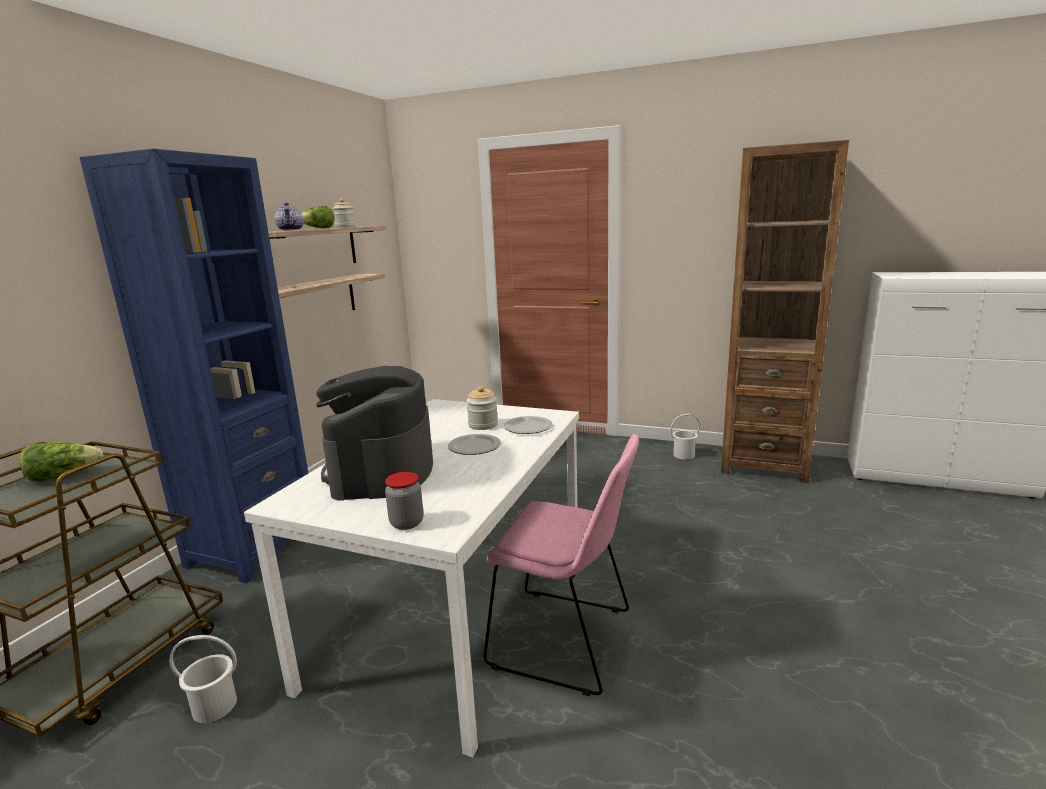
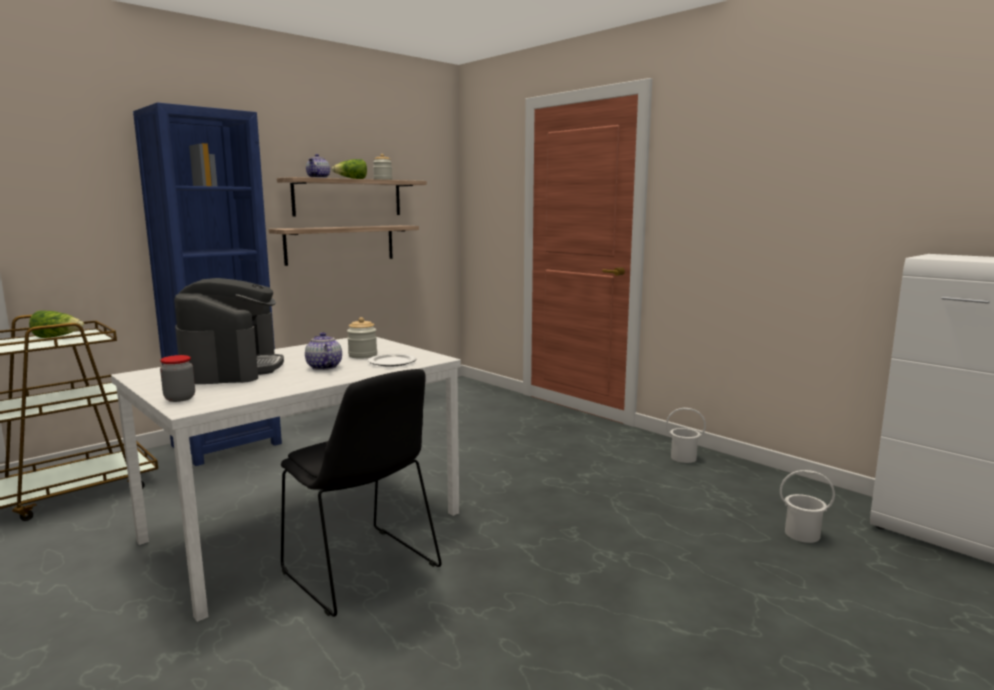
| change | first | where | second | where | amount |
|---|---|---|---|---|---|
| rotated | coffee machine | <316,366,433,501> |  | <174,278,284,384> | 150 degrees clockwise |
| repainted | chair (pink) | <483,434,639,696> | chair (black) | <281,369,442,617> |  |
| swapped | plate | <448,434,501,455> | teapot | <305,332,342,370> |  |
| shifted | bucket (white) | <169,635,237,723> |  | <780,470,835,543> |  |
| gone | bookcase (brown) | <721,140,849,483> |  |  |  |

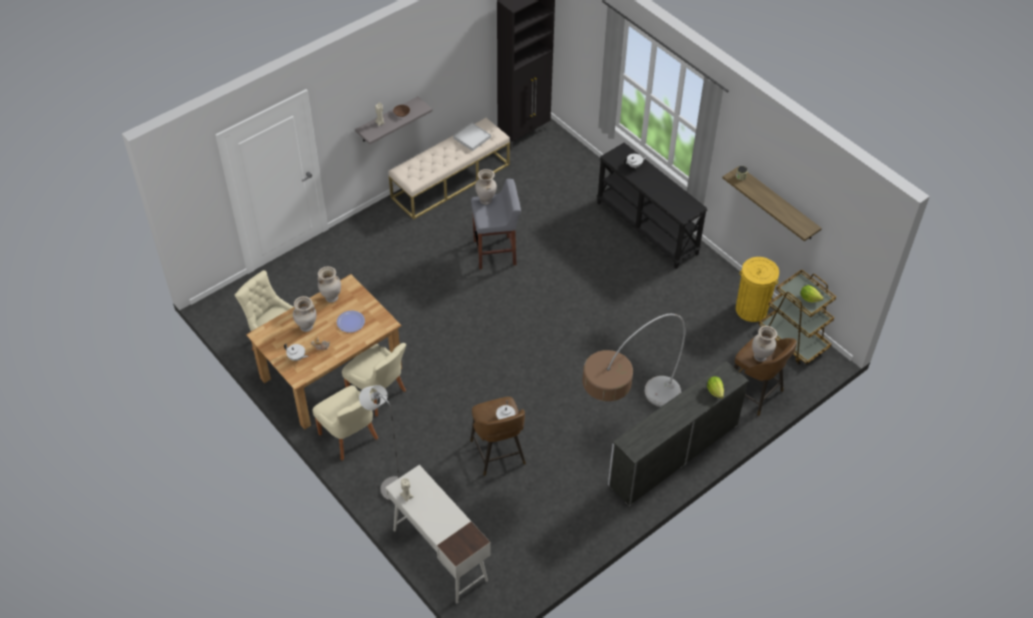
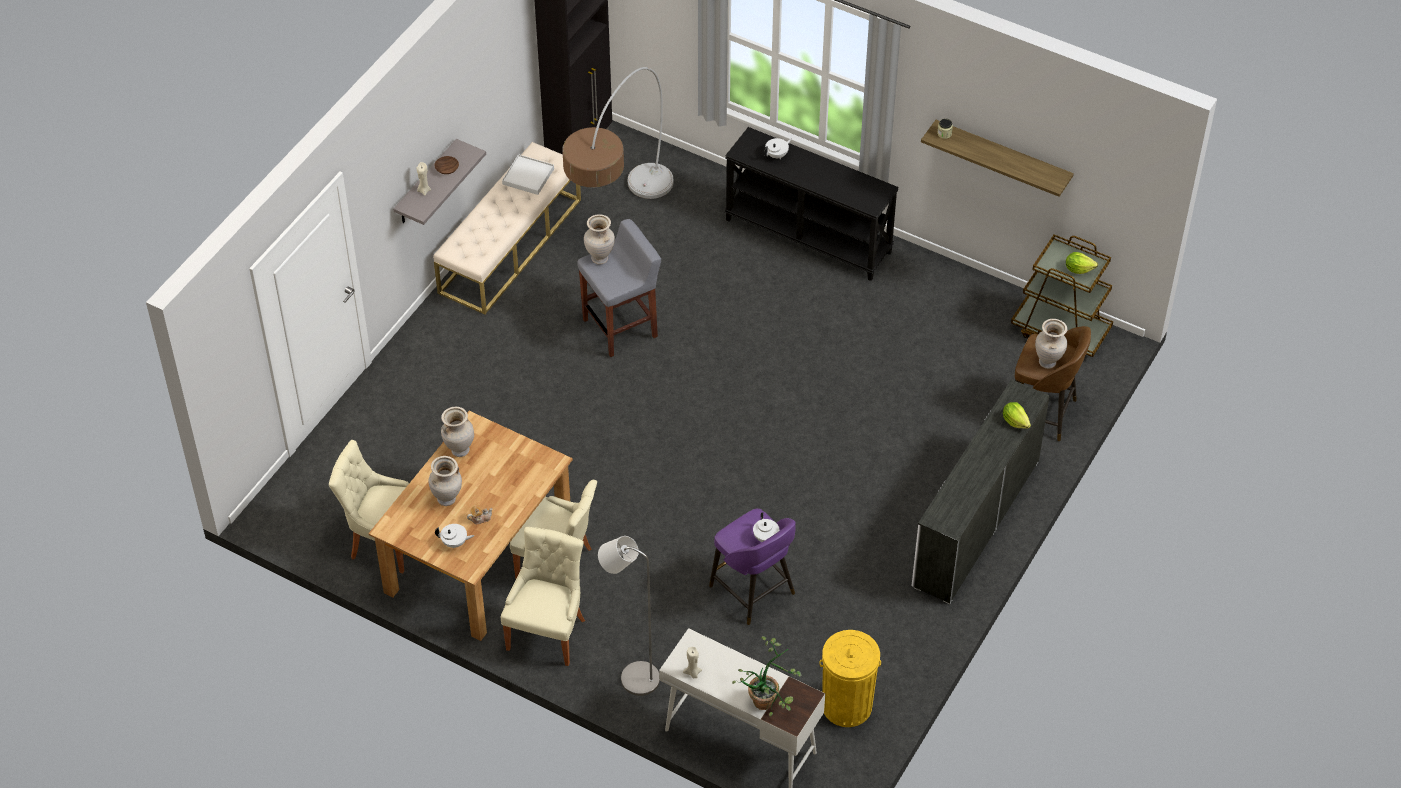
| change | first | where | second | where | amount |
|---|---|---|---|---|---|
| rotated | chair (beige) | <313,385,378,460> |  | <501,527,585,666> | 105 degrees counterclockwise |
| shifted | floor lamp | <583,314,686,407> |  | <562,67,674,199> |  |
| repainted | stool (brown) | <470,397,526,476> | stool (purple) | <709,508,796,625> |  |
| new |  |  | potted plant | <732,636,801,716> |  |
| shifted | trash can (yellow) | <736,257,779,322> |  | <819,630,881,727> |  |
| gone | plate | <337,310,365,333> |  |  |  |

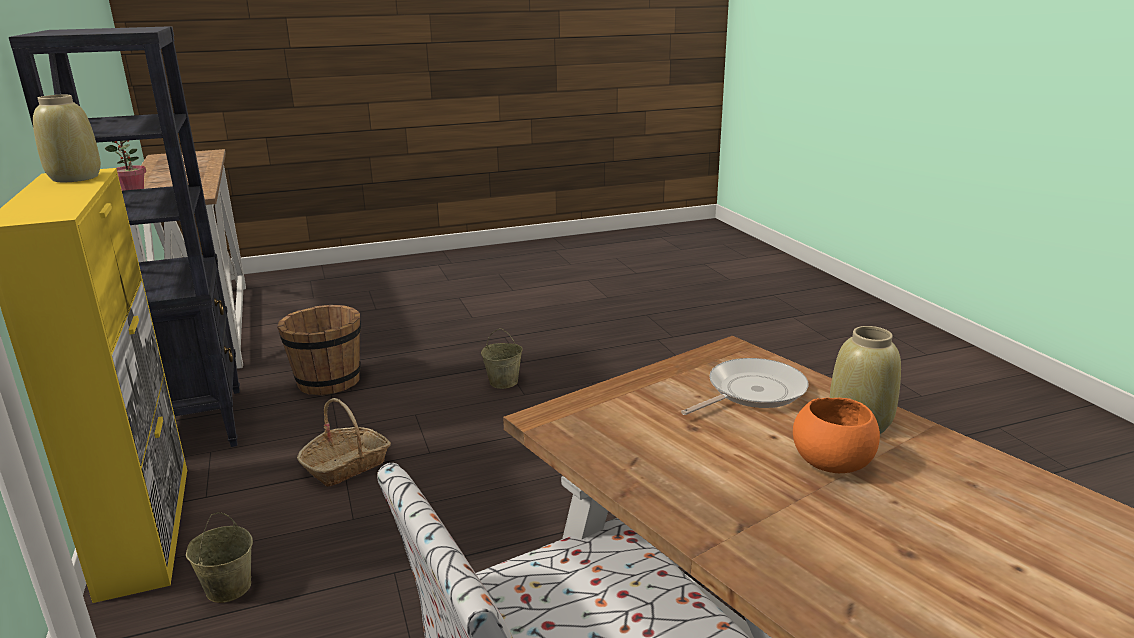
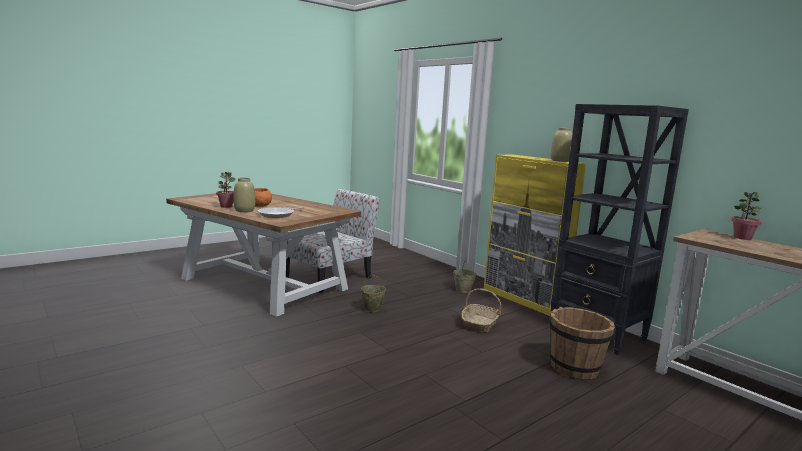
| change | first | where | second | where | amount |
|---|---|---|---|---|---|
| new |  |  | potted plant | <216,172,236,208> |  |
| shifted | bucket (beige) | <481,328,522,389> |  | <361,275,386,312> |  |

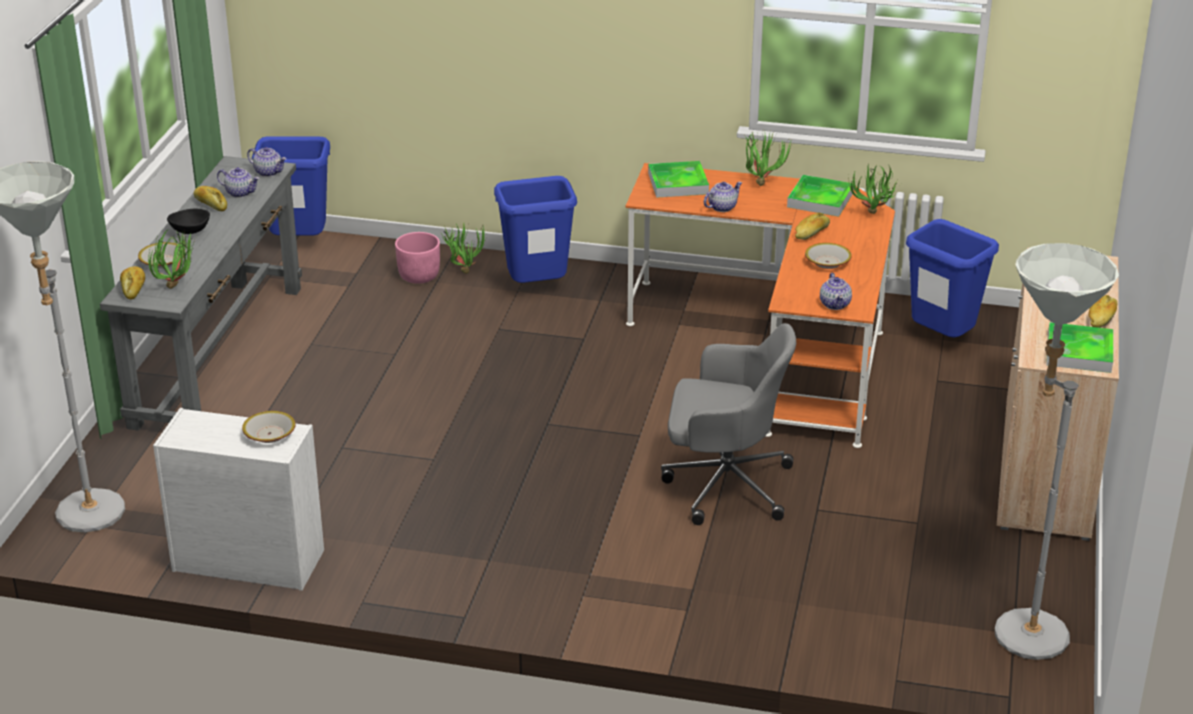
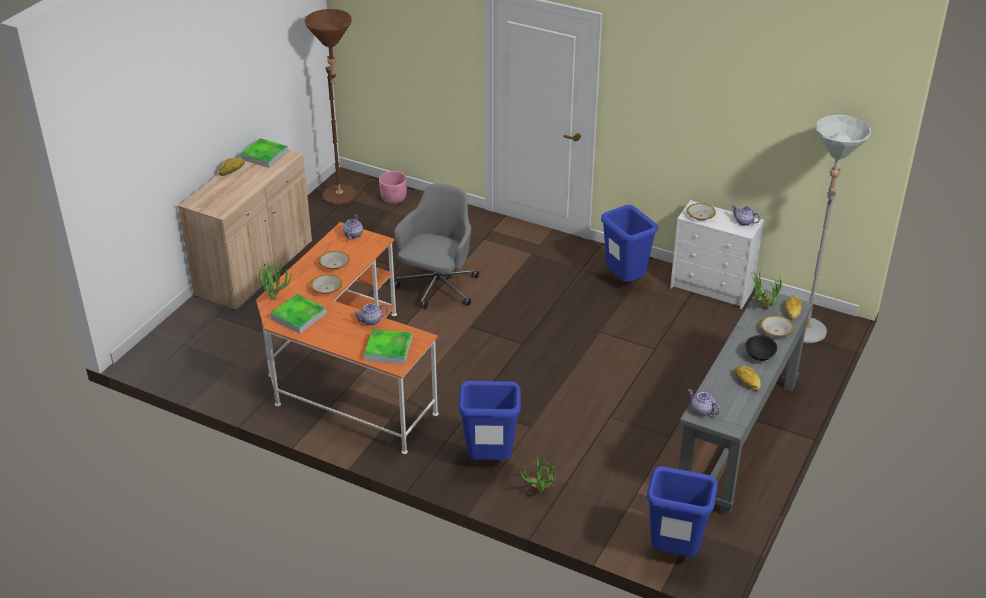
| change | first | where | second | where | amount |
|---|---|---|---|---|---|
| repainted | floor lamp (grey) | <995,243,1119,660> | floor lamp (brown) | <305,9,357,205> |  |
| swapped | bread | <795,213,830,240> | bowl | <311,274,342,294> |  |
| shifted | planter (pink) | <395,232,440,284> |  | <379,171,407,204> |  |
| rotated | office chair (grey) | <661,323,796,525> |  | <394,183,479,309> | 90 degrees clockwise |
| shifted | trash can (blue) | <906,219,999,337> |  | <601,205,658,282> |  |
| shifted | teapot | <217,167,260,198> |  | <732,205,760,226> |  |
| gone | potted plant | <745,131,792,186> |  |  |  |

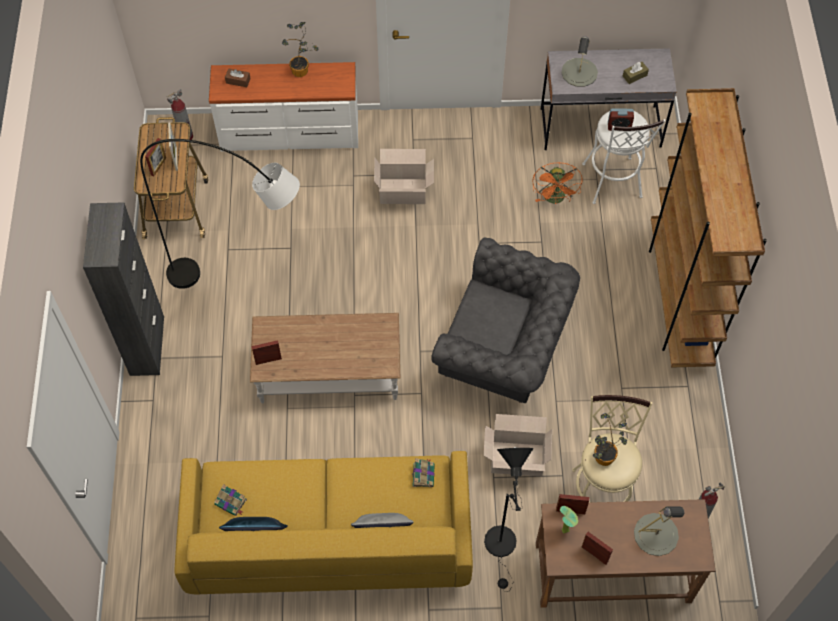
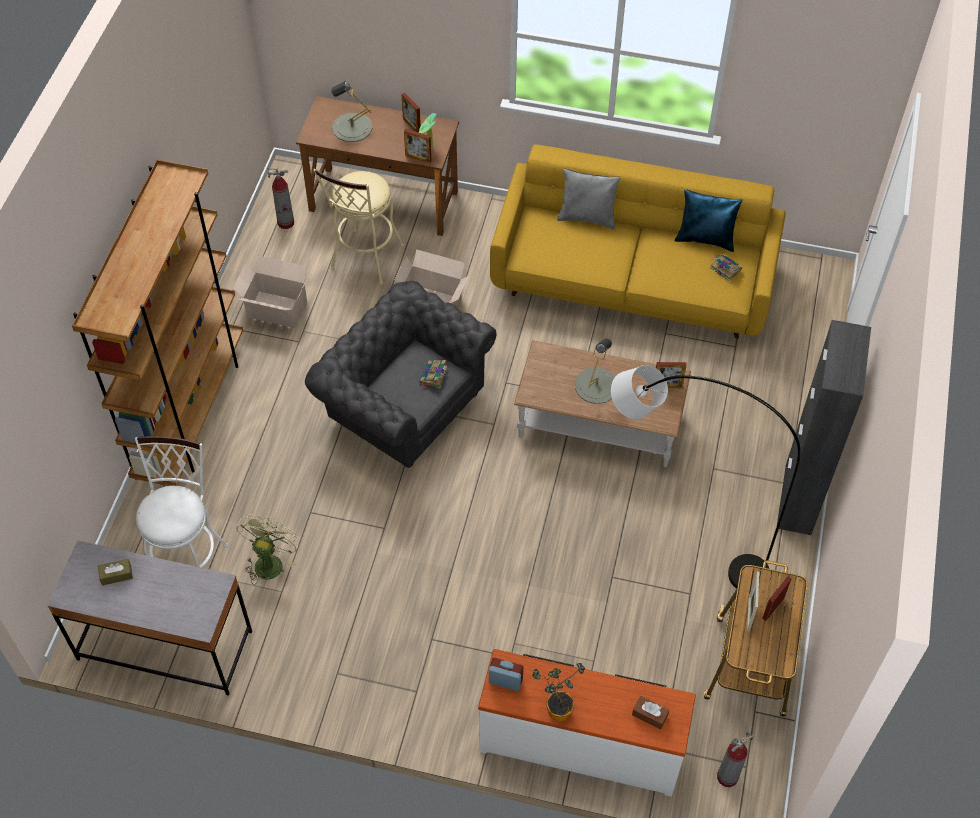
| change | first | where | second | where | amount |
|---|---|---|---|---|---|
| shifted | cardboard box | <374,149,434,204> |  | <233,256,308,328> |  |
| repainted | fan (orange) | <532,162,582,204> | fan (green) | <236,514,300,585> |  |
| shifted | book | <412,458,435,487> |  | <419,360,448,389> |  |
| shifted | alarm clock | <608,108,634,131> |  | <489,658,523,691> |  |
| shifted | table lamp (grey) | <561,36,598,87> |  | <575,338,615,404> |  |
| gone | floor lamp (black) | <484,447,534,591> |  |  |  |
| gone | potted plant | <593,413,627,466> |  |  |  |

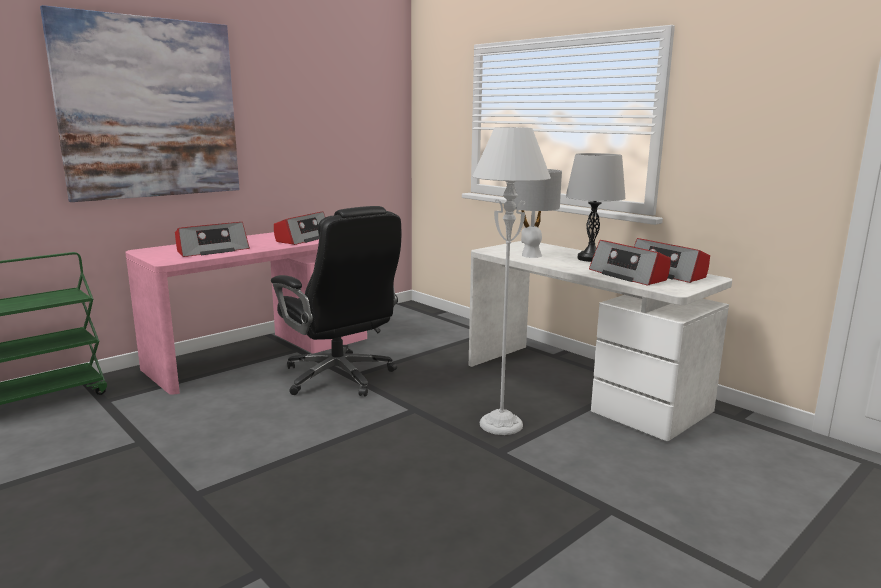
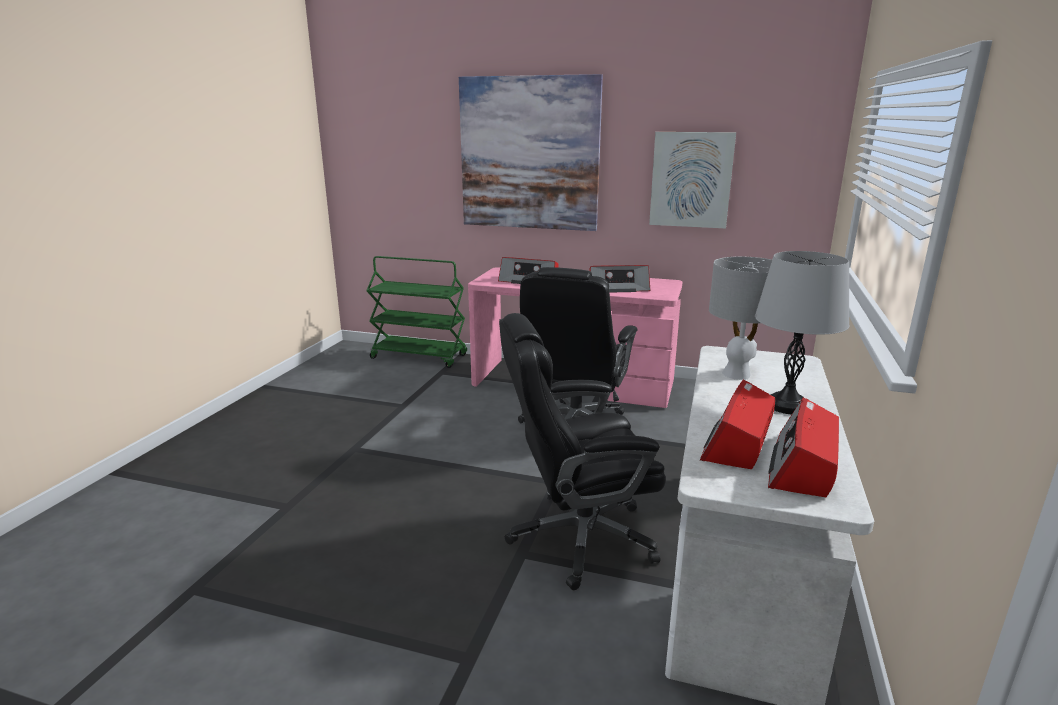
| change | first | where | second | where | amount |
|---|---|---|---|---|---|
| swapped | floor lamp (grey) | <473,127,551,435> | office chair (black) | <499,313,666,590> |  |
| new |  |  | picture | <649,132,736,229> |  |

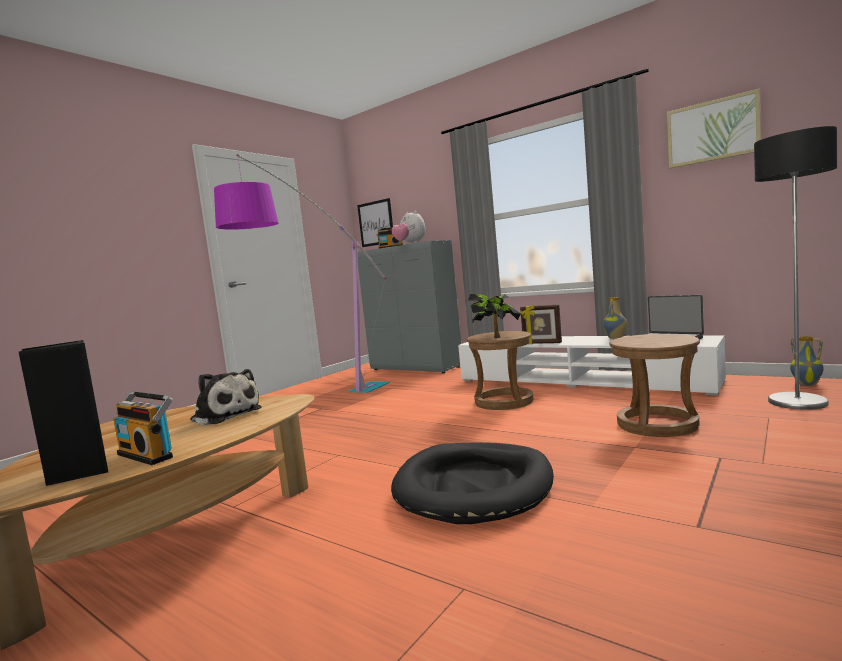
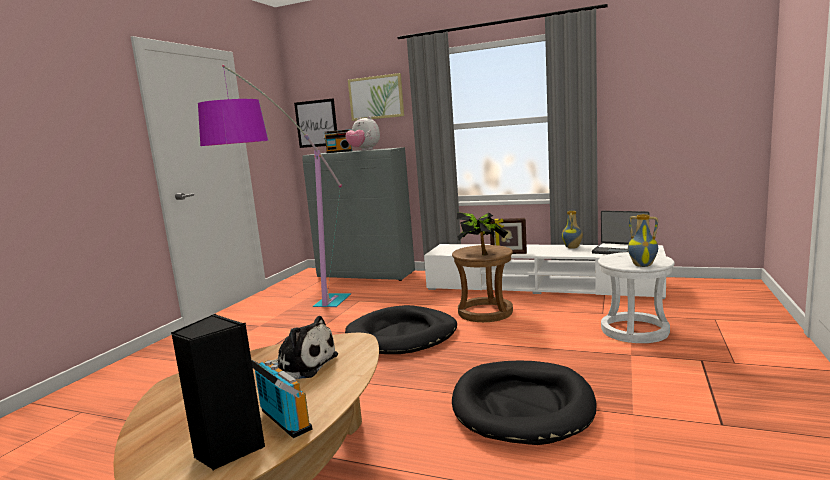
| change | first | where | second | where | amount |
|---|---|---|---|---|---|
| rotated | radio | <114,391,173,465> |  | <251,359,312,438> | 150 degrees counterclockwise |
| new |  |  | dog bed (black) | <345,305,457,354> |  |
| shifted | picture | <667,88,761,169> |  | <348,73,404,121> |  |
| repainted | stool (brown) | <609,334,700,437> | stool (white) | <598,252,675,343> |  |
| shifted | vase | <790,336,824,386> |  | <628,214,658,267> |  |
| gone | floor lamp | <754,126,837,410> |  |  |  |

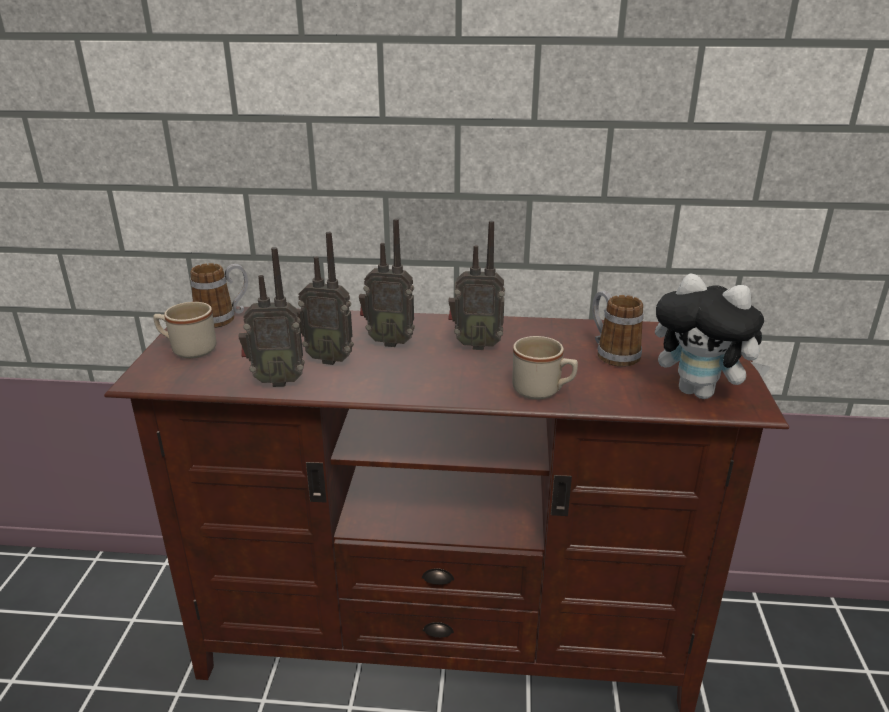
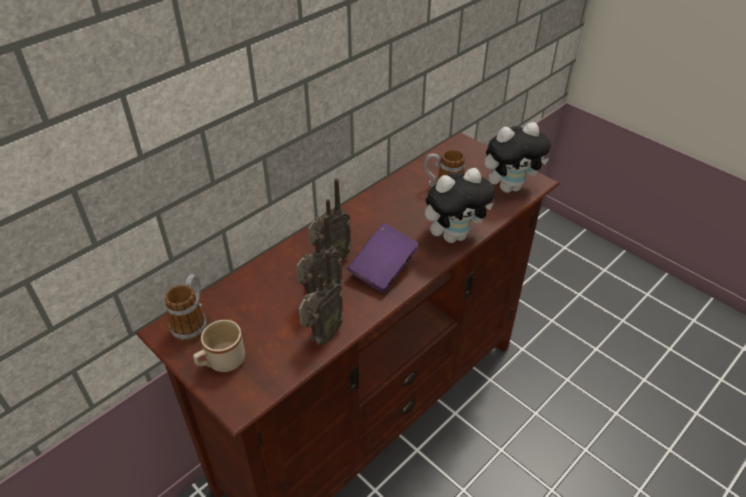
| change | first | where | second | where | amount |
|---|---|---|---|---|---|
| new |  |  | book (purple) | <347,223,419,293> |  |
| swapped | mug (beige) | <512,336,578,399> | plush toy | <425,168,495,243> |  |
| gone | radio | <448,221,505,350> |  |  |  |

